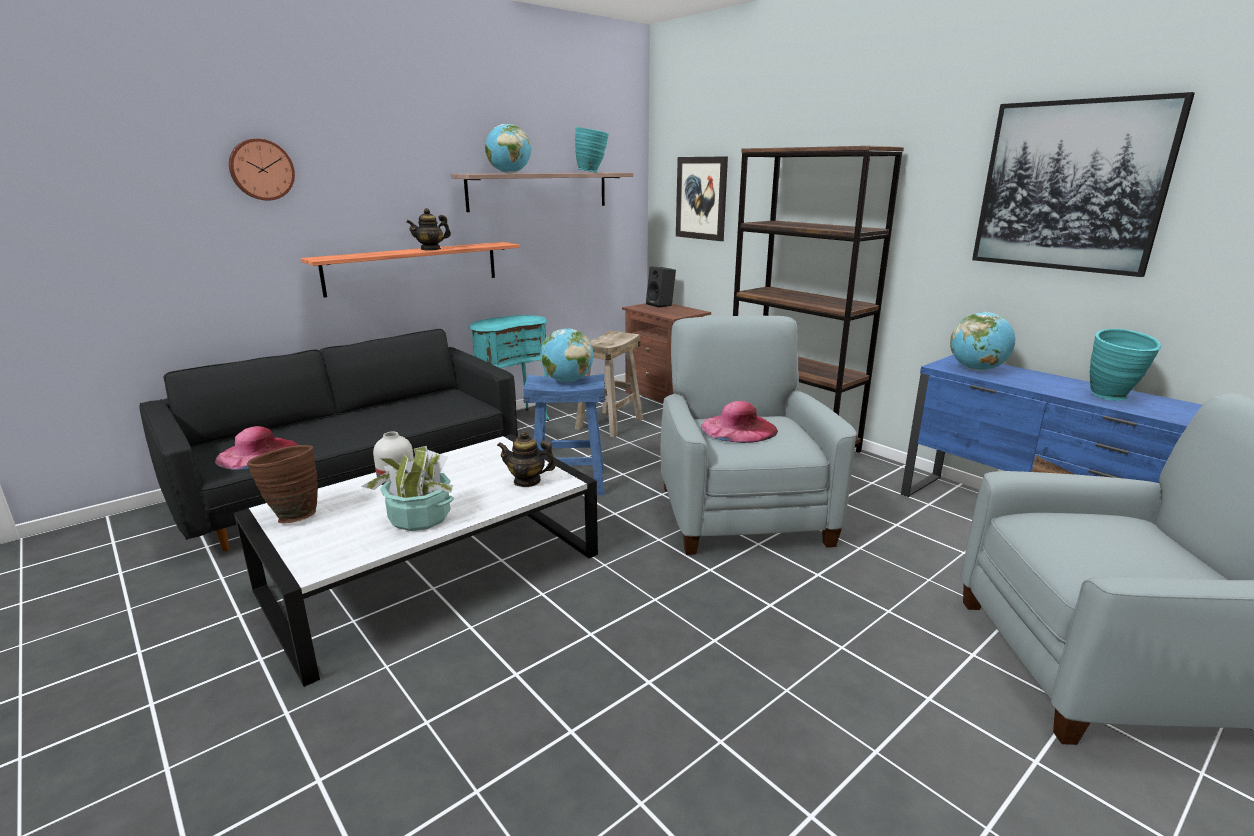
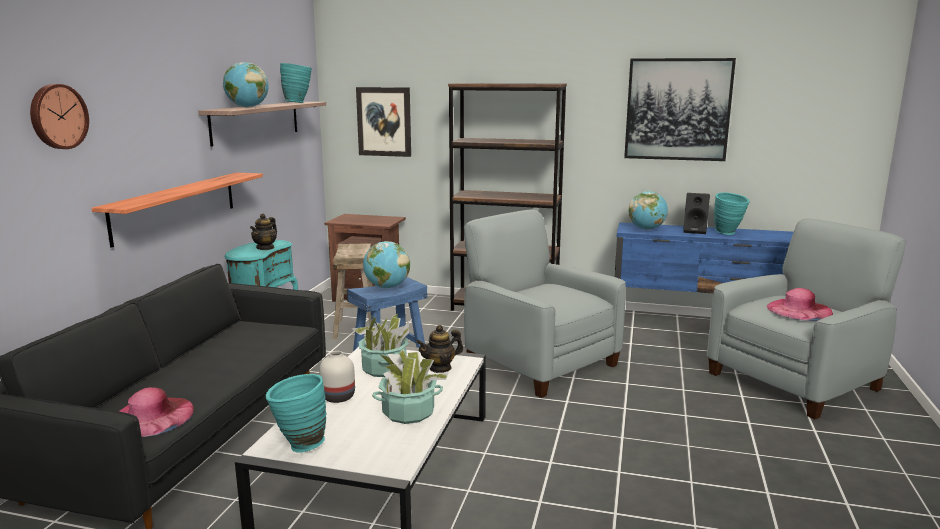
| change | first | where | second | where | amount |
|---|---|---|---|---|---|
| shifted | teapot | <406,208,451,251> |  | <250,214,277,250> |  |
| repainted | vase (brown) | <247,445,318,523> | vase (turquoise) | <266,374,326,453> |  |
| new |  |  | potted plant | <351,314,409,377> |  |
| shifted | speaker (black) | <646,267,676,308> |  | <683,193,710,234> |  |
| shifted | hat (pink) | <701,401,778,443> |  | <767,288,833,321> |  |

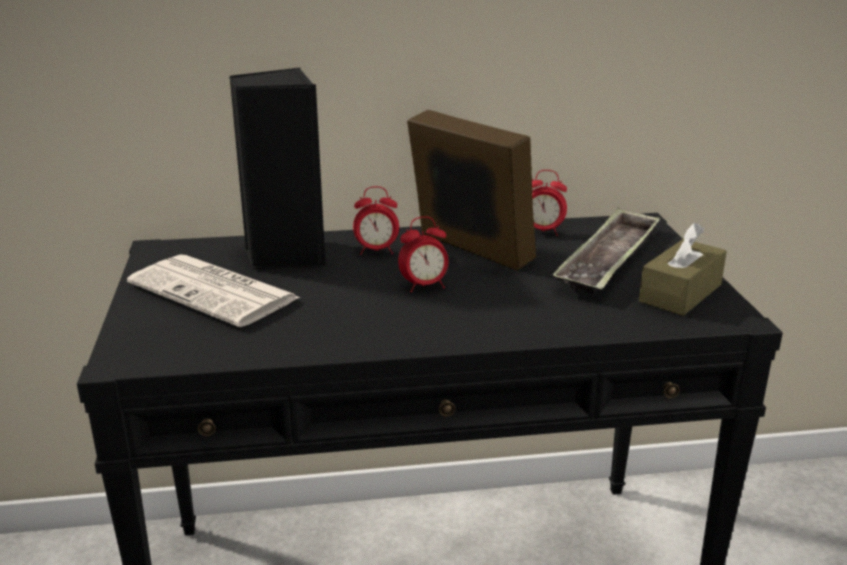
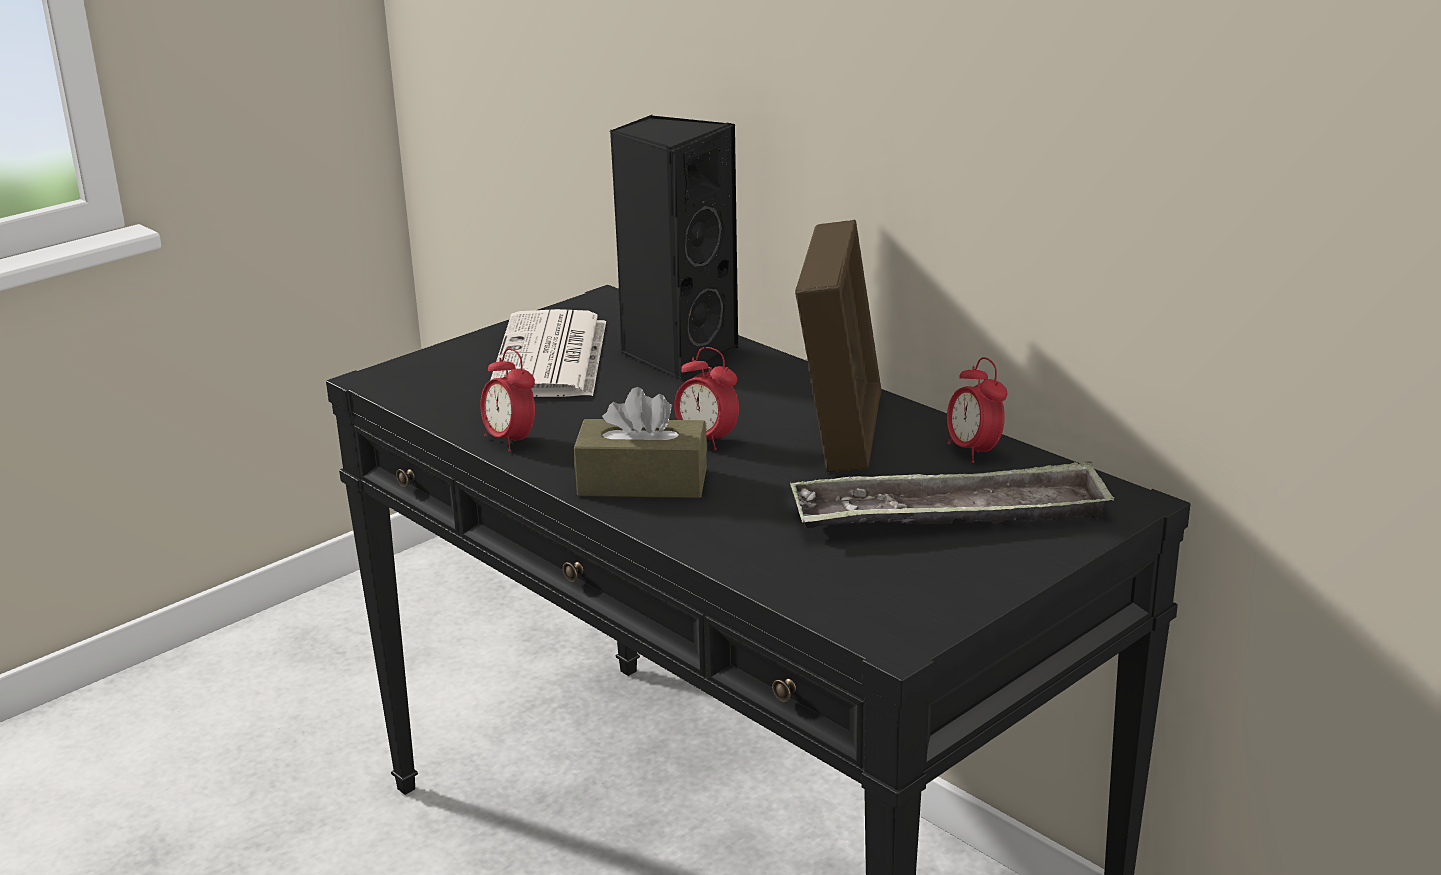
| change | first | where | second | where | amount |
|---|---|---|---|---|---|
| shifted | alarm clock | <353,186,399,255> |  | <480,348,535,452> |  |
| shifted | tissue box (brown) | <639,223,727,316> |  | <574,387,707,498> |  |

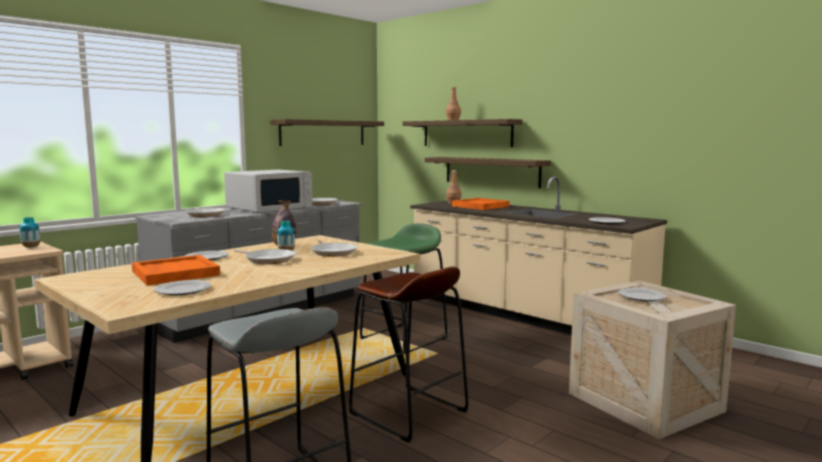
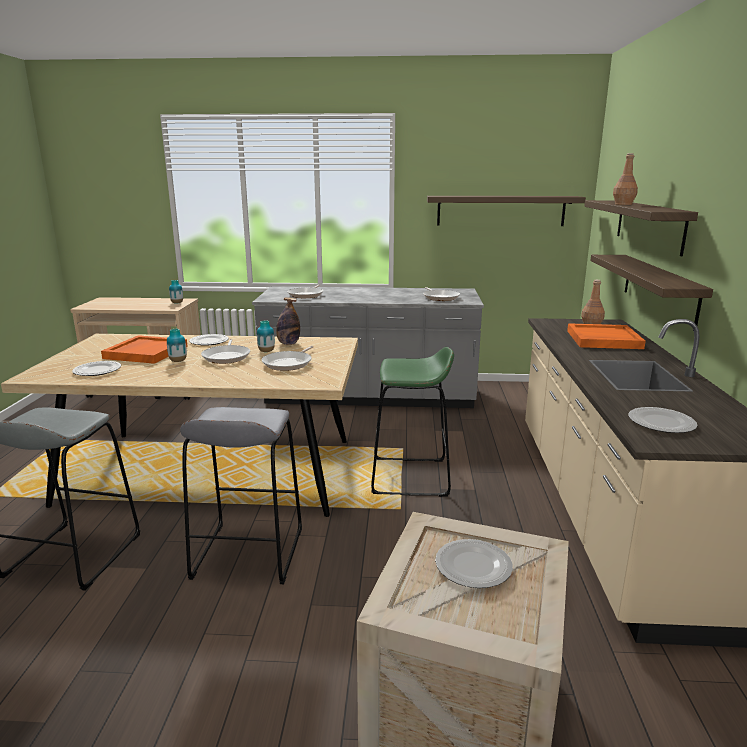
| change | first | where | second | where | amount |
|---|---|---|---|---|---|
| new |  |  | vase | <167,329,187,362> |  |
| repainted | stool (brown) | <349,267,468,443> | stool (grey) | <180,407,302,584> |  |
| gone | microwave (white) | <224,170,313,213> |  |  |  |

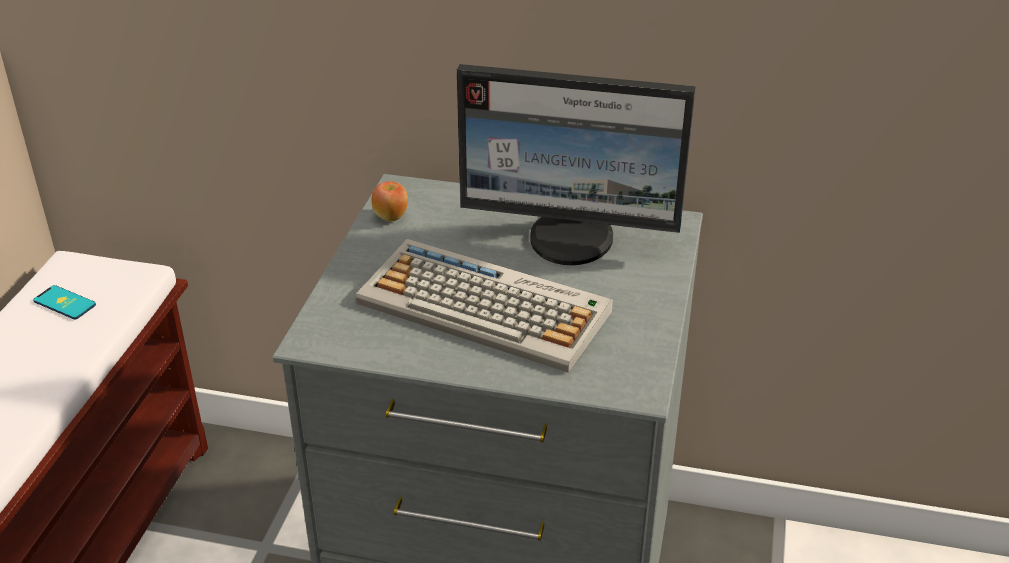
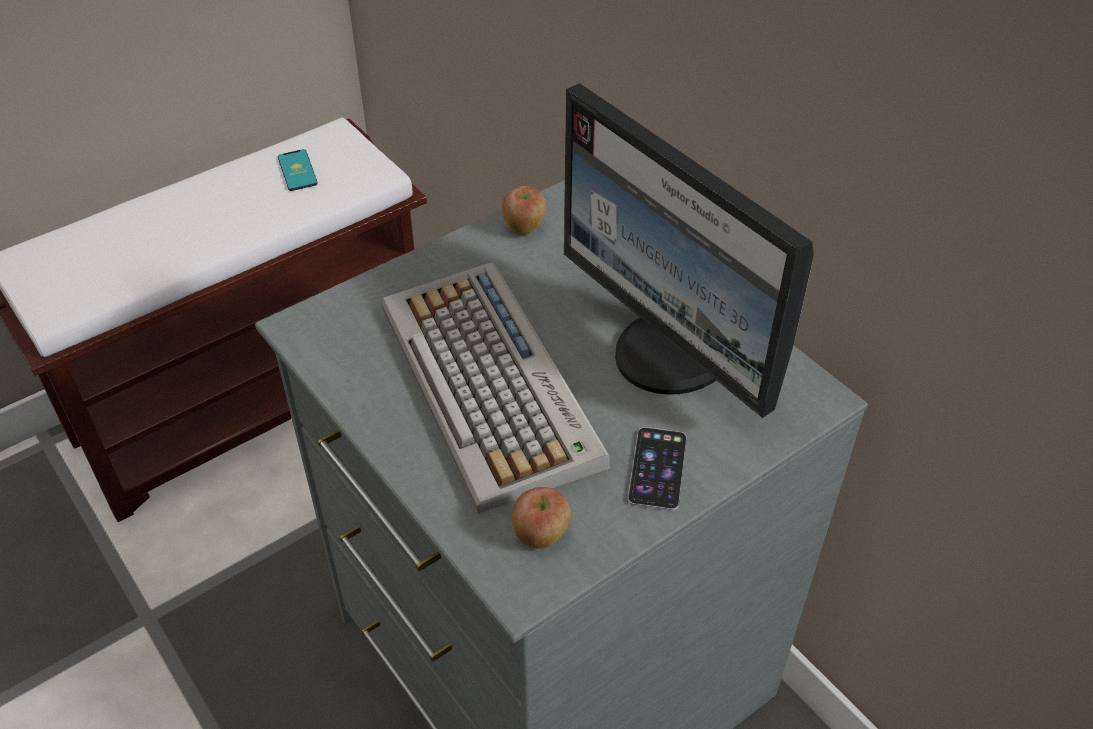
| change | first | where | second | where | amount |
|---|---|---|---|---|---|
| new |  |  | apple | <512,487,571,549> |  |
| new |  |  | phone | <628,427,687,511> |  |

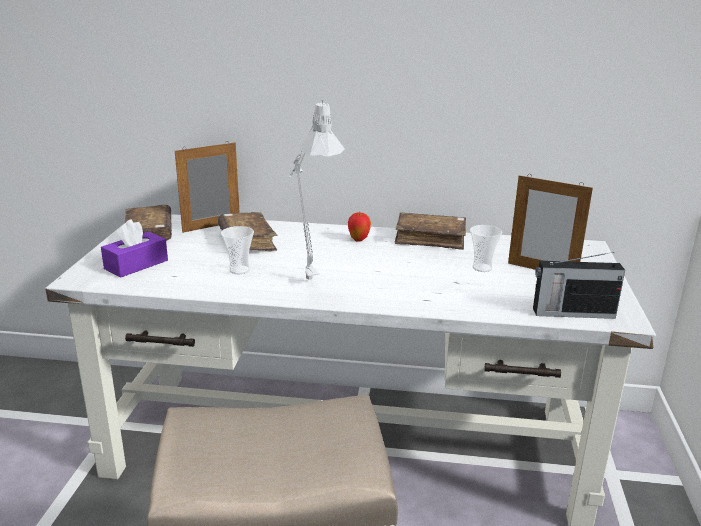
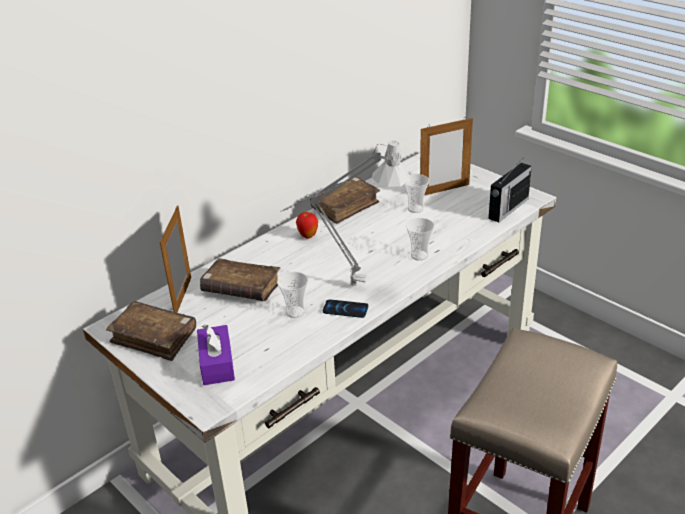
| change | first | where | second | where | amount |
|---|---|---|---|---|---|
| new |  |  | phone | <323,299,368,318> |  |
| new |  |  | cup | <406,218,434,261> |  |

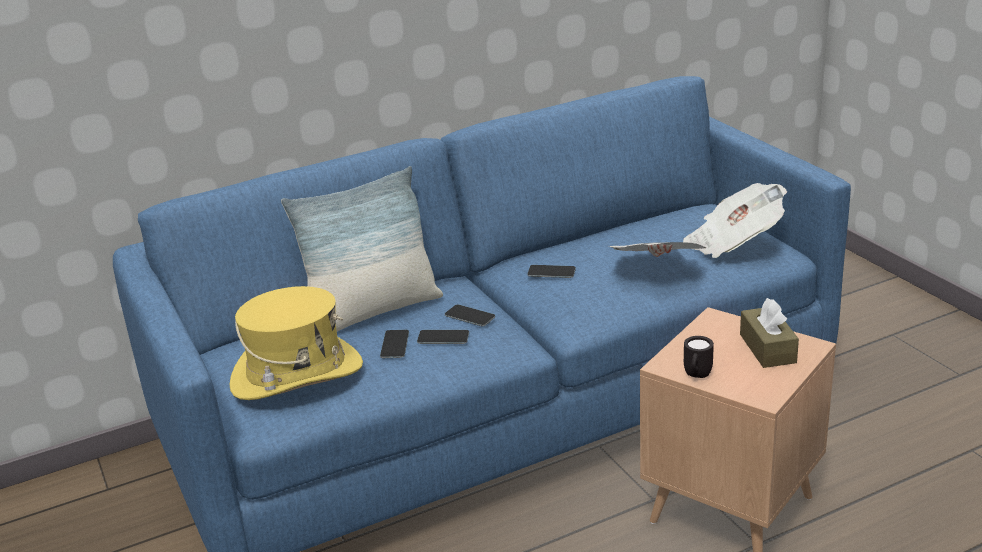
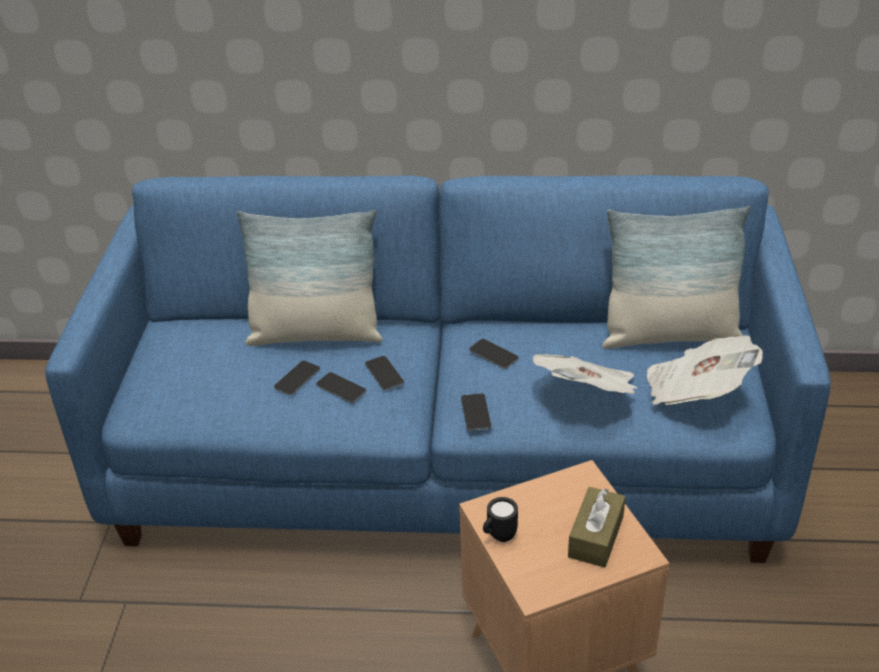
| change | first | where | second | where | amount |
|---|---|---|---|---|---|
| new |  |  | phone | <461,393,491,431> |  |
| new |  |  | pillow | <602,206,750,349> |  |
| gone | hat (yellow) | <229,286,363,400> |  |  |  |

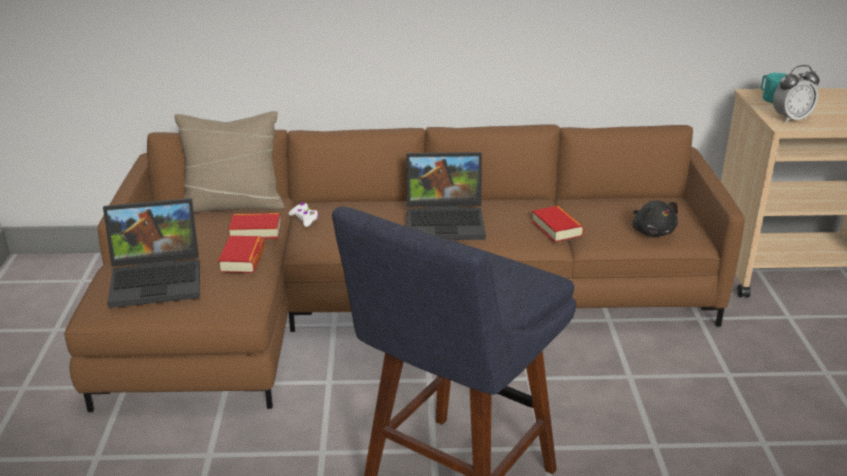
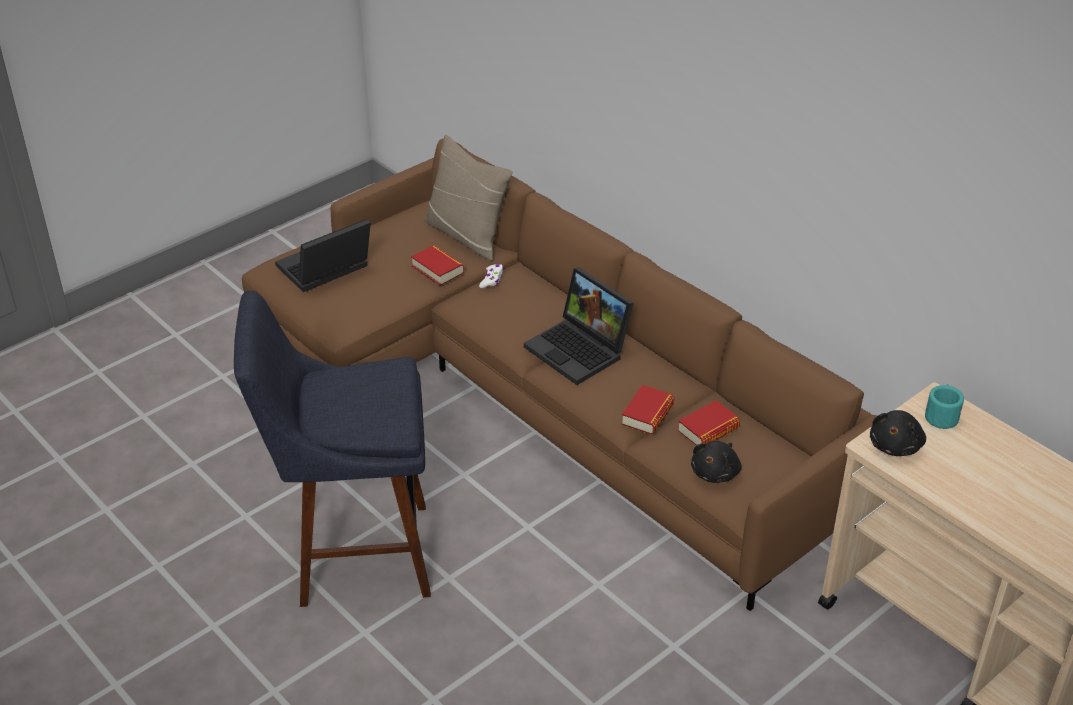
| change | first | where | second | where | amount |
|---|---|---|---|---|---|
| rotated | laptop | <103,198,200,308> |  | <275,219,371,292> | 105 degrees clockwise |
| shifted | book | <218,236,264,273> |  | <678,400,740,446> |  |
| swapped | alarm clock | <773,65,820,123> | plush toy (black) | <870,410,926,456> |  |

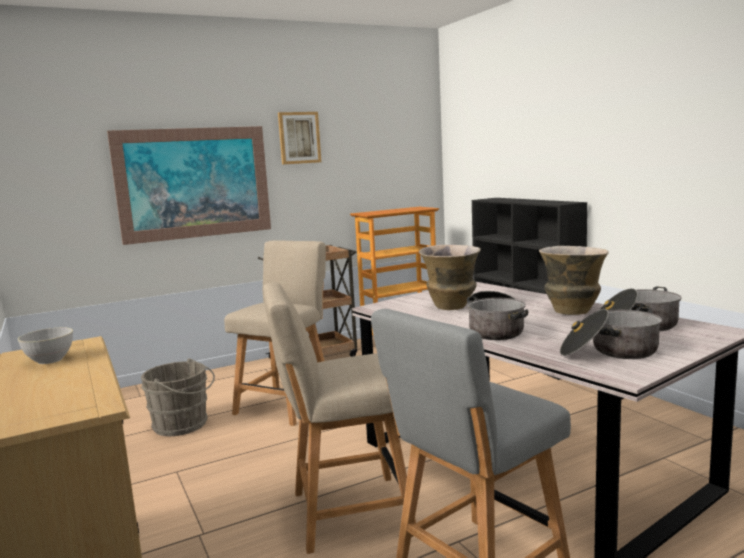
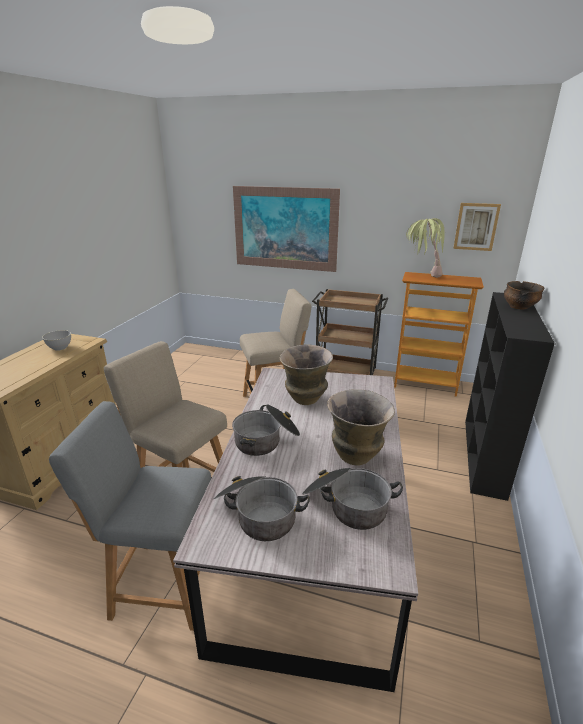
| change | first | where | second | where | amount |
|---|---|---|---|---|---|
| new |  |  | potted plant | <406,218,445,278> |  |
| shifted | picture | <278,112,321,165> |  | <453,203,501,251> |  |
| new |  |  | bowl | <504,281,544,310> |  |
| gone | bucket (grey) | <141,358,215,436> |  |  |  |

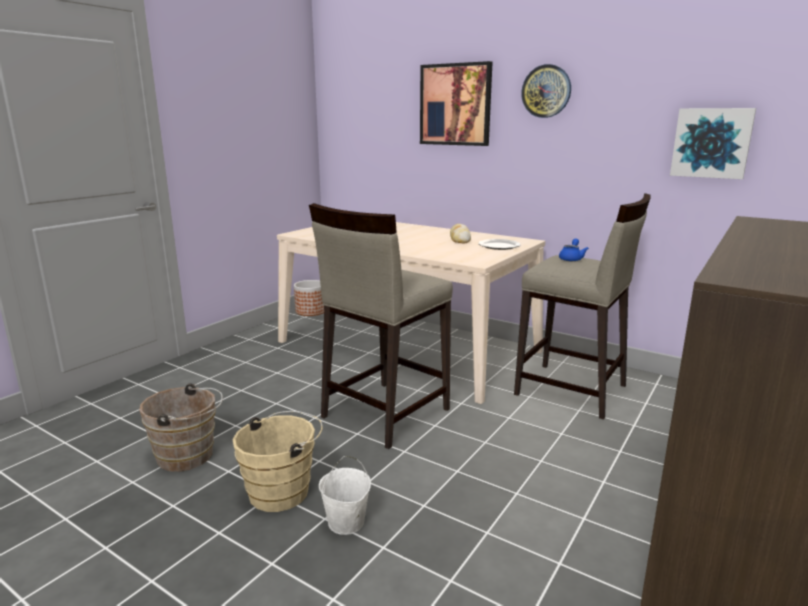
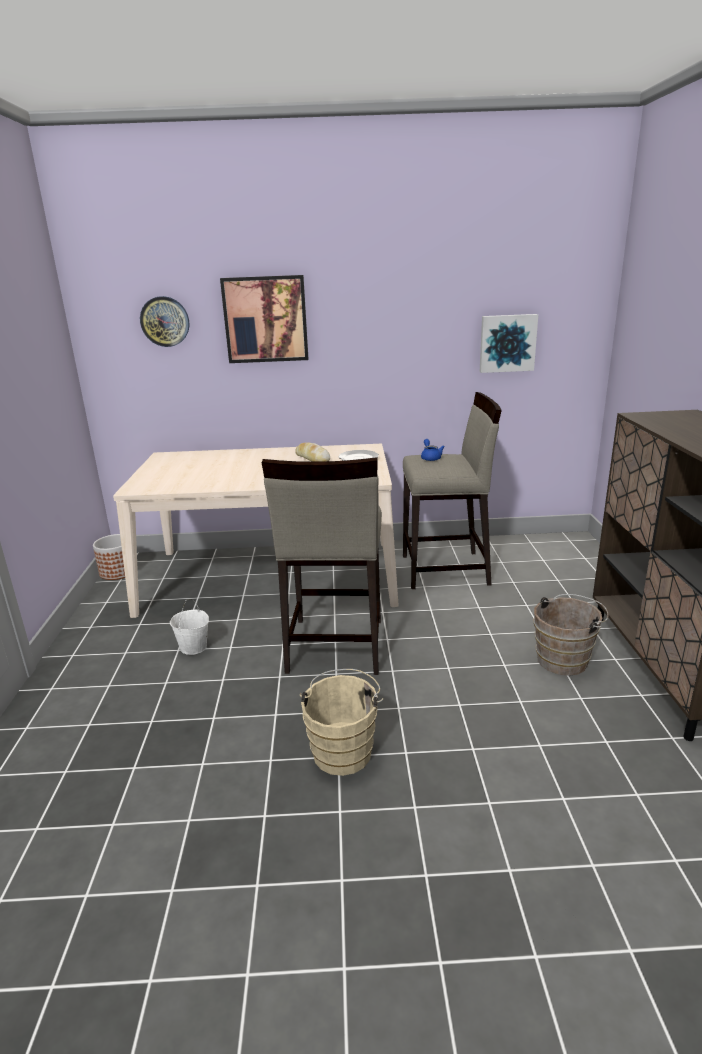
| change | first | where | second | where | amount |
|---|---|---|---|---|---|
| shifted | wall clock | <521,64,571,118> |  | <140,296,189,347> |  |
| shifted | bucket (white) | <319,456,371,535> |  | <170,599,209,655> |  |
| shifted | bucket (brown) | <139,383,223,472> |  | <534,594,609,676> |  |

